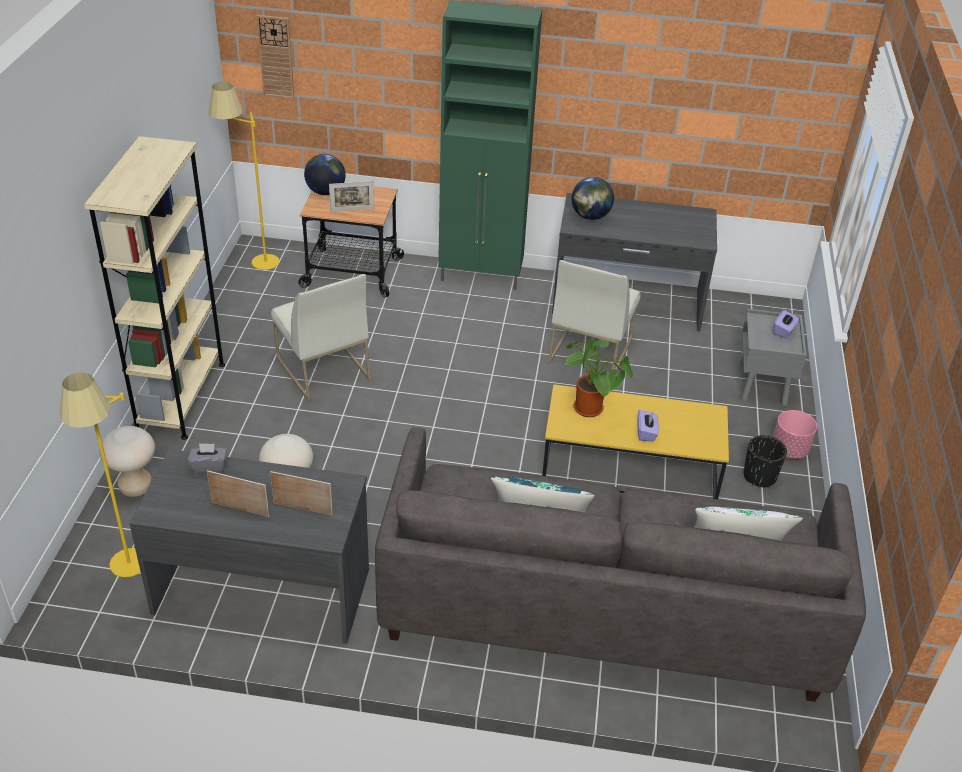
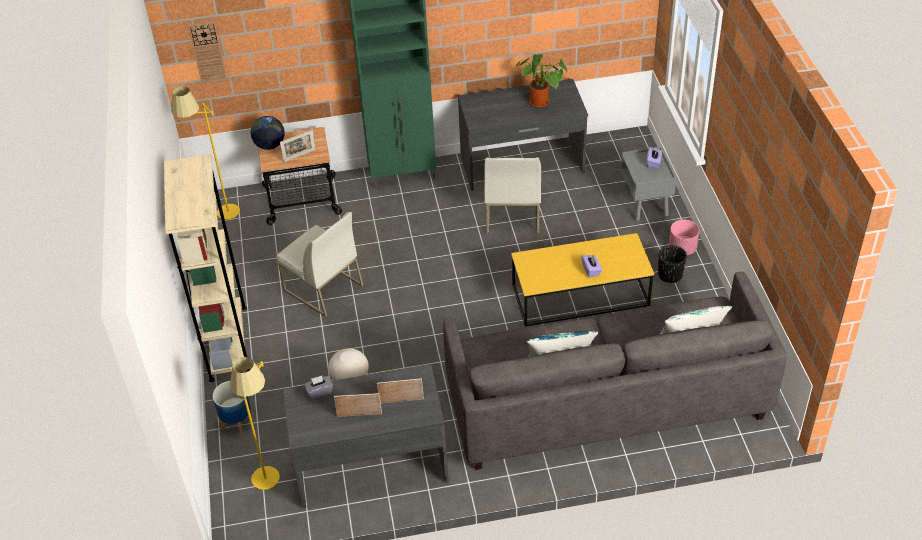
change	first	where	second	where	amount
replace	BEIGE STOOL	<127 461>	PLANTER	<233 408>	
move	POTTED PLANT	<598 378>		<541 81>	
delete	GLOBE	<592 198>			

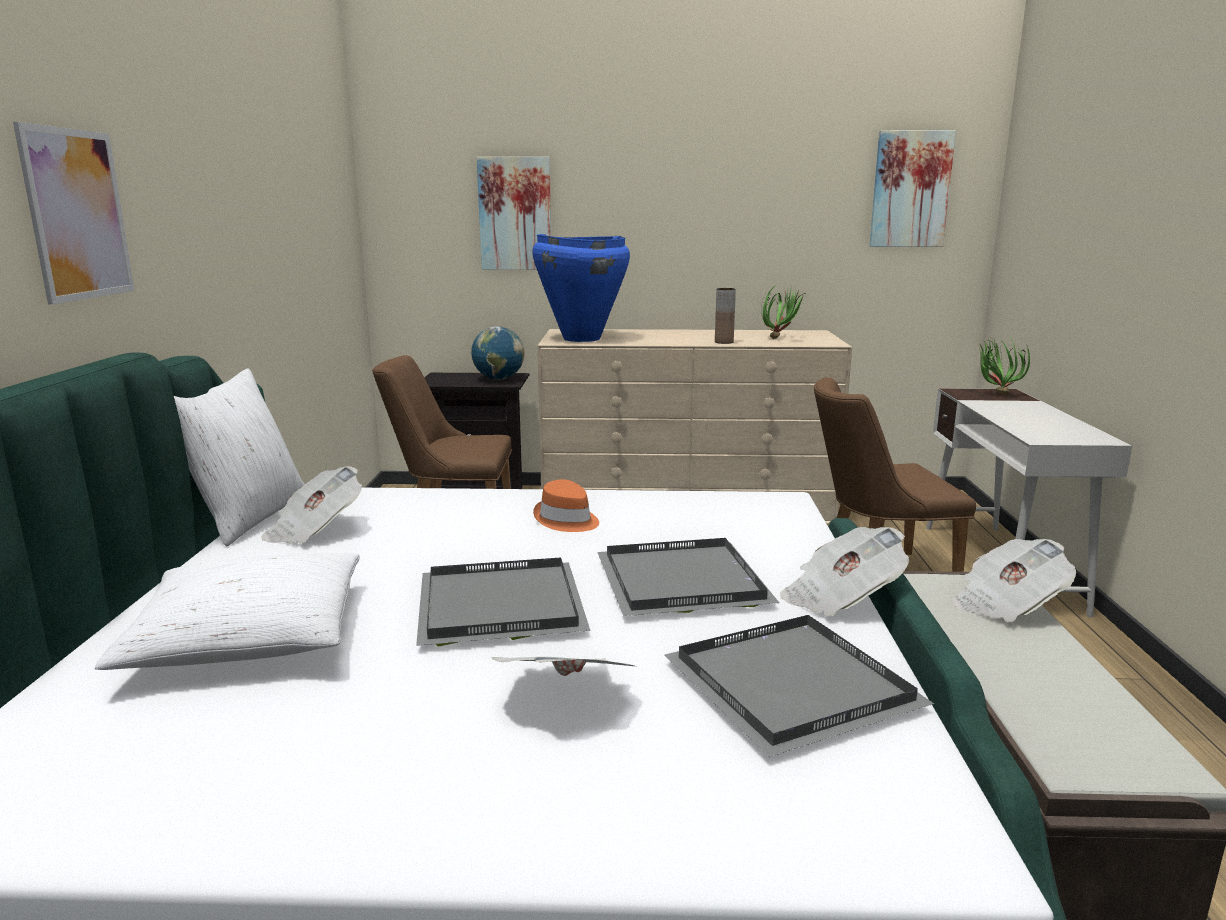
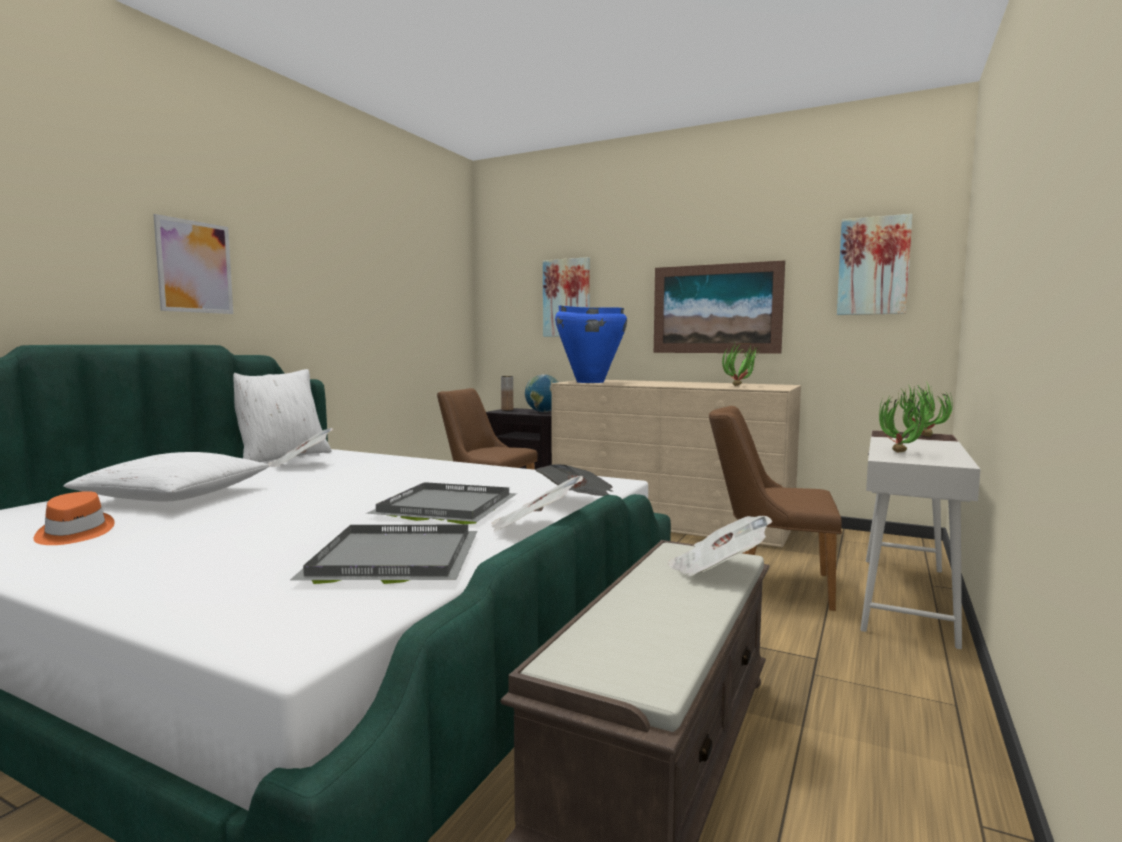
change	first	where	second	where	amount
delete	GREY TRAY	<503 602>			
move	NEWSPAPER	<562 666>		<574 480>	
move	ORANGE HAT	<566 505>		<74 518>	
move	BROWN VASE	<725 316>		<507 393>	
insert			PICTURE	<719 307>	
insert			POTTED PLANT	<911 419>	

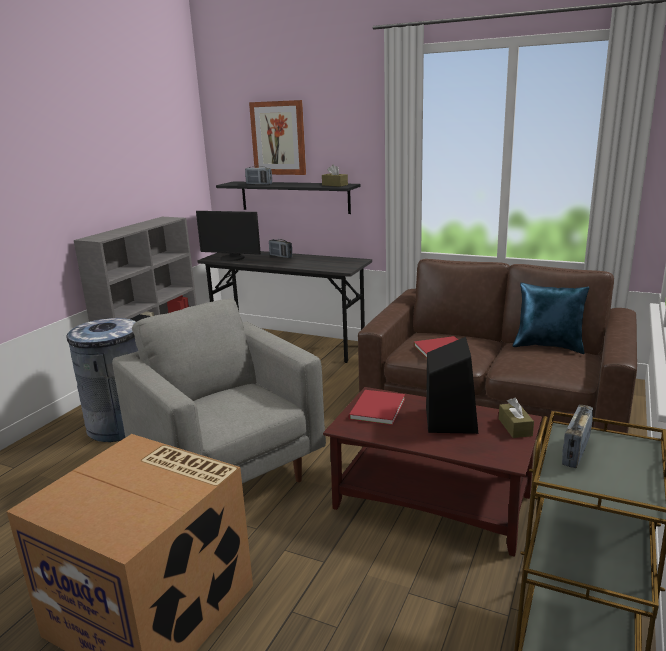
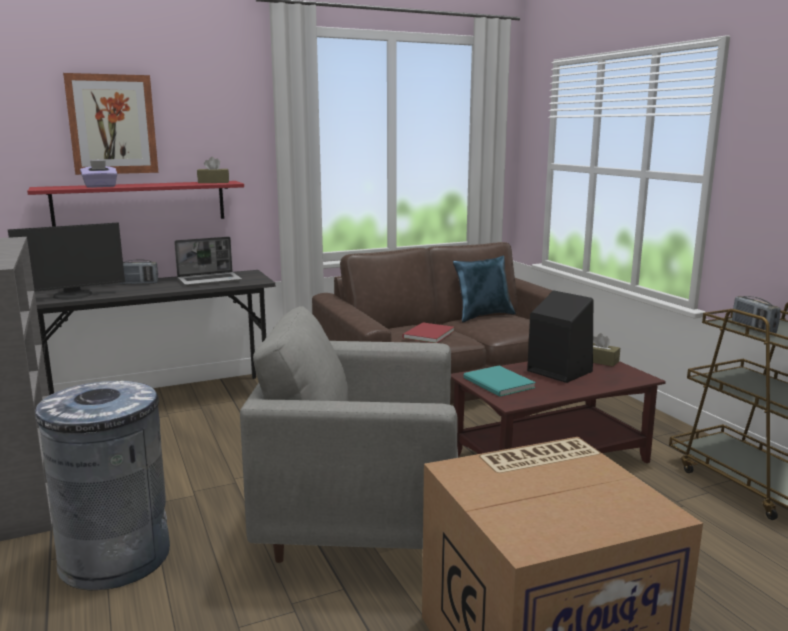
change	first	where	second	where	amount
recolor	BLACK SHELF	<288 197>	RED SHELF	<135 204>	
replace	RADIO	<258 175>	PURPLE TISSUE BOX	<99 174>	
recolor	RED BOOK	<376 407>	TURQUOISE BOOK	<499 381>	
insert			LAPTOP	<208 261>	

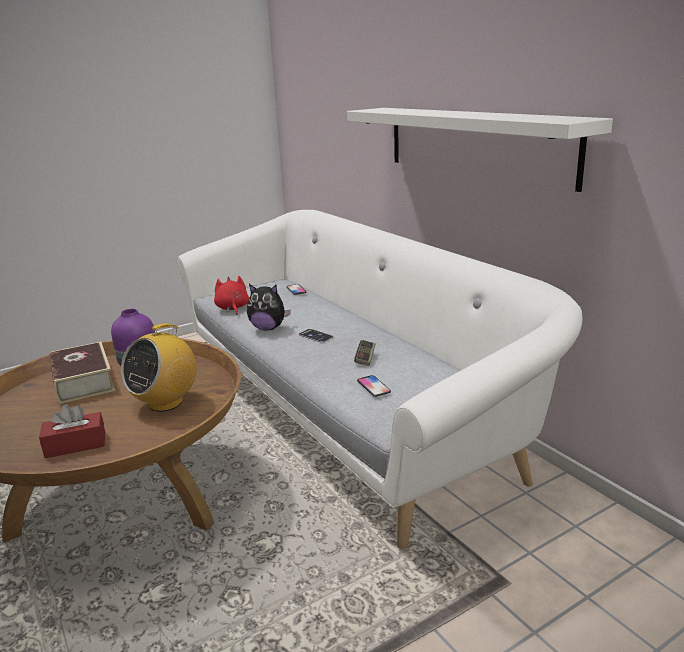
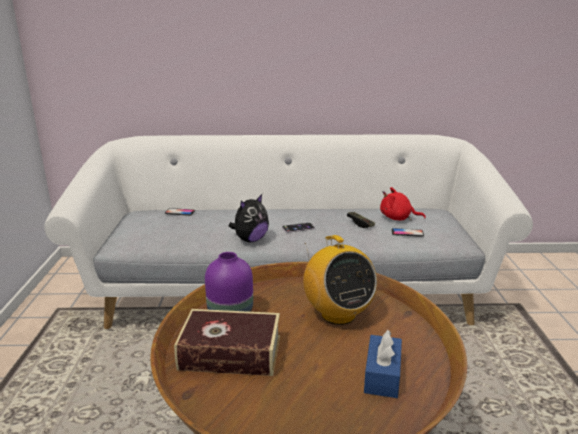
change	first	where	second	where	amount
recolor	RED TISSUE BOX	<72 431>	BLUE TISSUE BOX	<383 364>	
move	RED PLUSH TOY	<231 295>		<403 204>	
delete	WHITE SHELF	<480 150>			

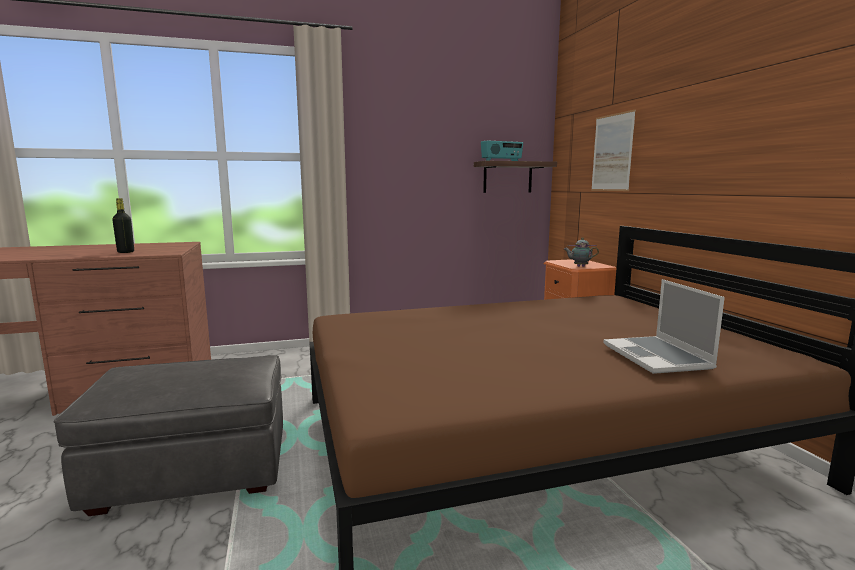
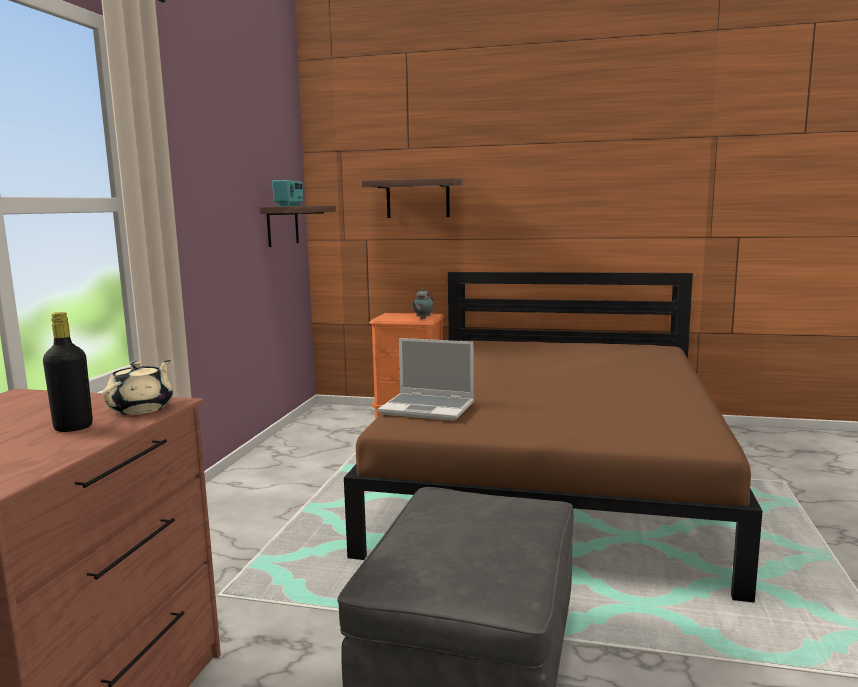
change	first	where	second	where	amount
replace	PICTURE	<613 150>	SHELF	<412 198>	
move	LAPTOP	<664 326>		<426 379>	
insert			BEIGE TEAPOT	<138 387>	

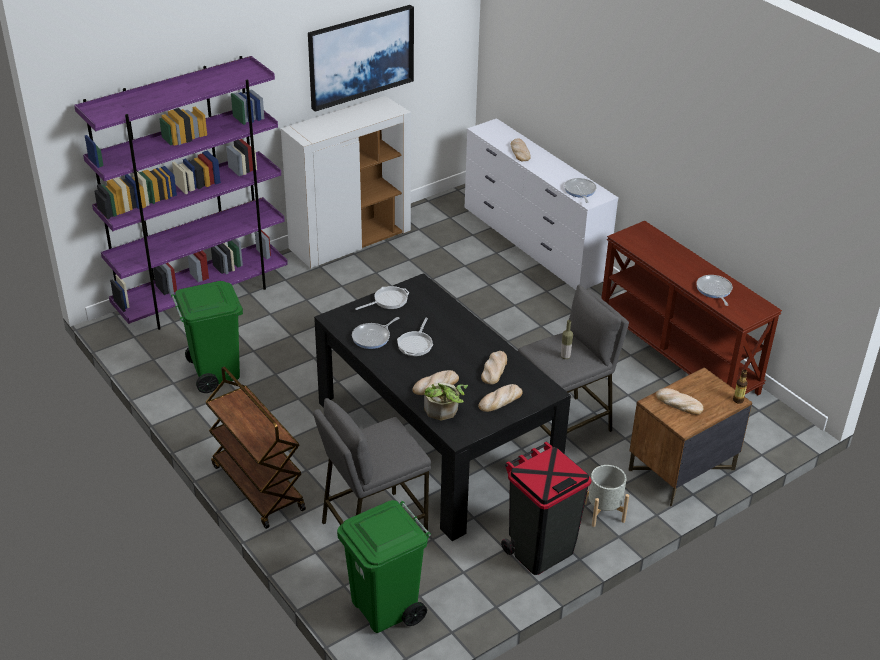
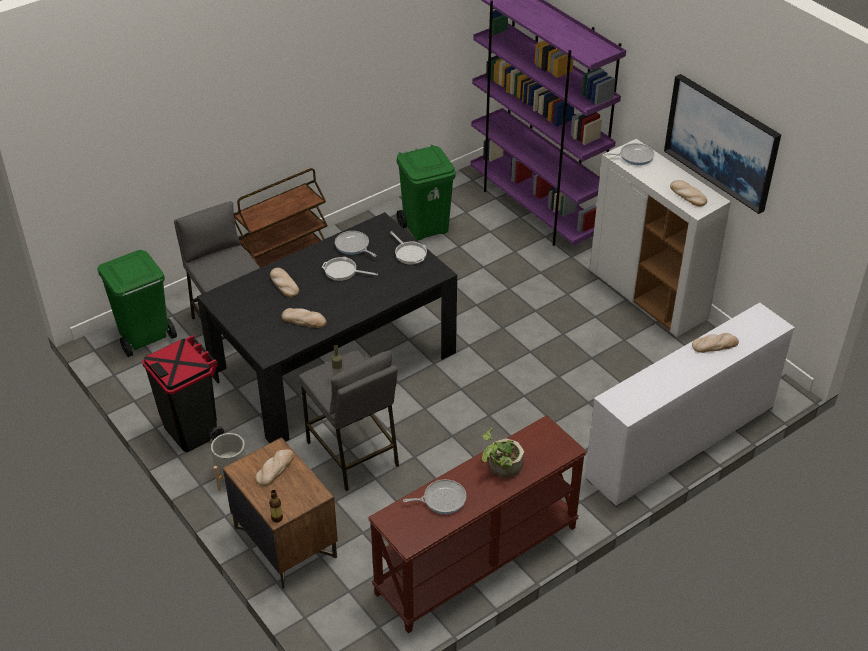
change	first	where	second	where	amount
move	POTTED PLANT	<446 401>		<503 453>	
move	BREAD	<500 398>		<688 193>	
move	FRYING PAN	<580 190>		<629 154>	

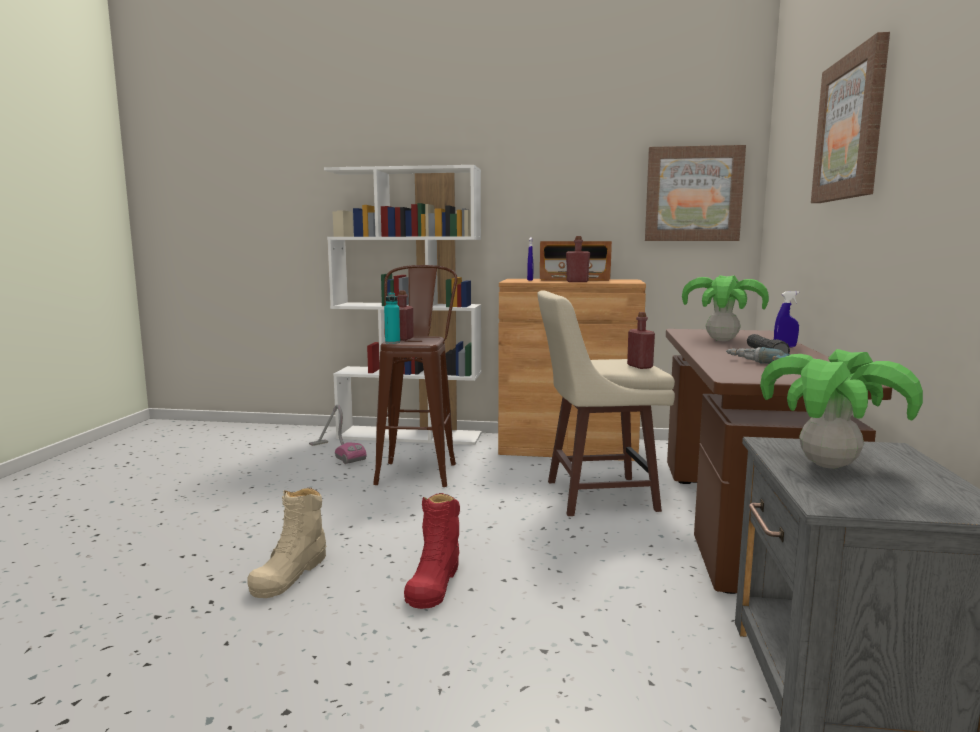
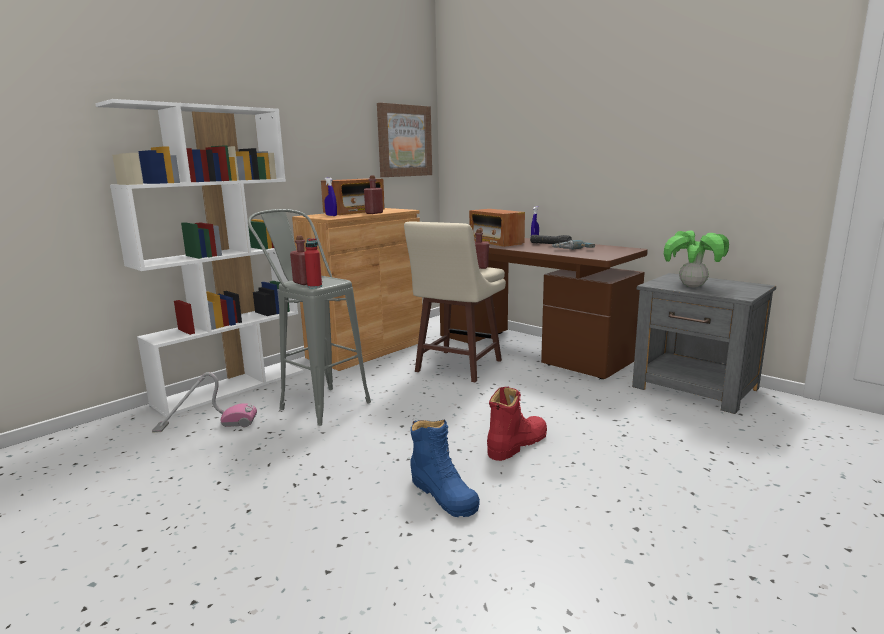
change	first	where	second	where	amount
recolor	BEIGE BOOT	<286 542>	BLUE BOOT	<445 468>	
recolor	BROWN STOOL	<415 376>	GREY STOOL	<309 317>	
recolor	TURQUOISE BOTTLE	<392 318>	RED BOTTLE	<313 263>	
rotate	RED BOOT	<432 551>		<517 424>	90 degrees counterclockwise
replace	POTTED PLANT	<725 308>	RADIO	<497 228>	
delete	PICTURE	<850 117>			

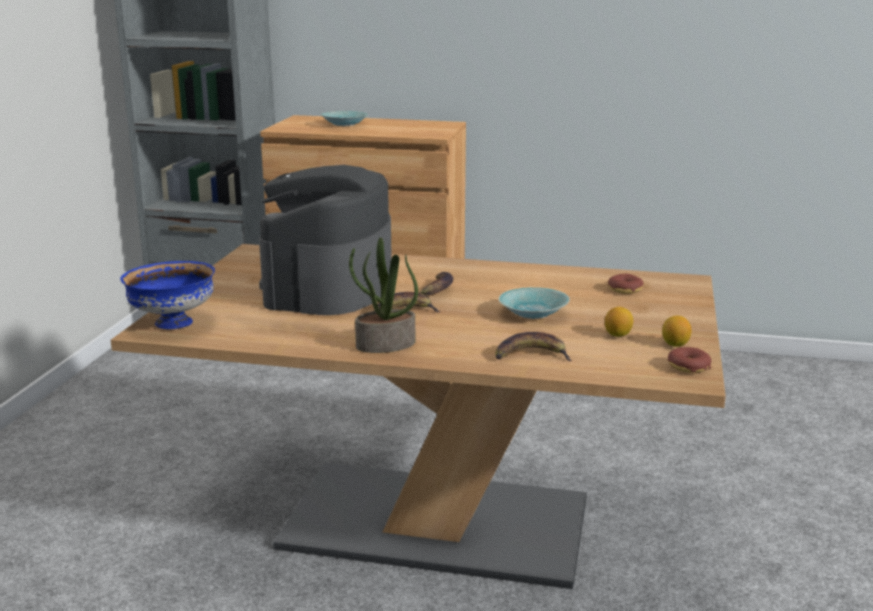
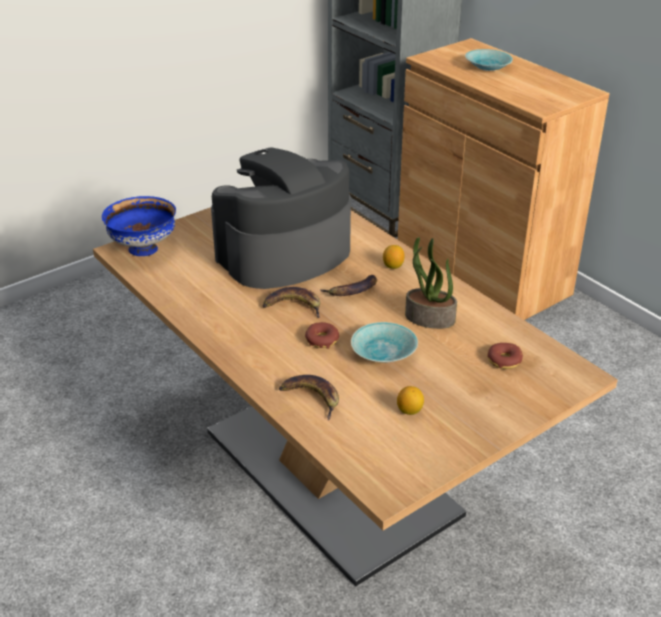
change	first	where	second	where	amount
move	POTTED PLANT	<383 295>		<431 283>	
move	LEMON	<677 331>		<394 257>	
move	DONUT	<690 360>		<322 335>	

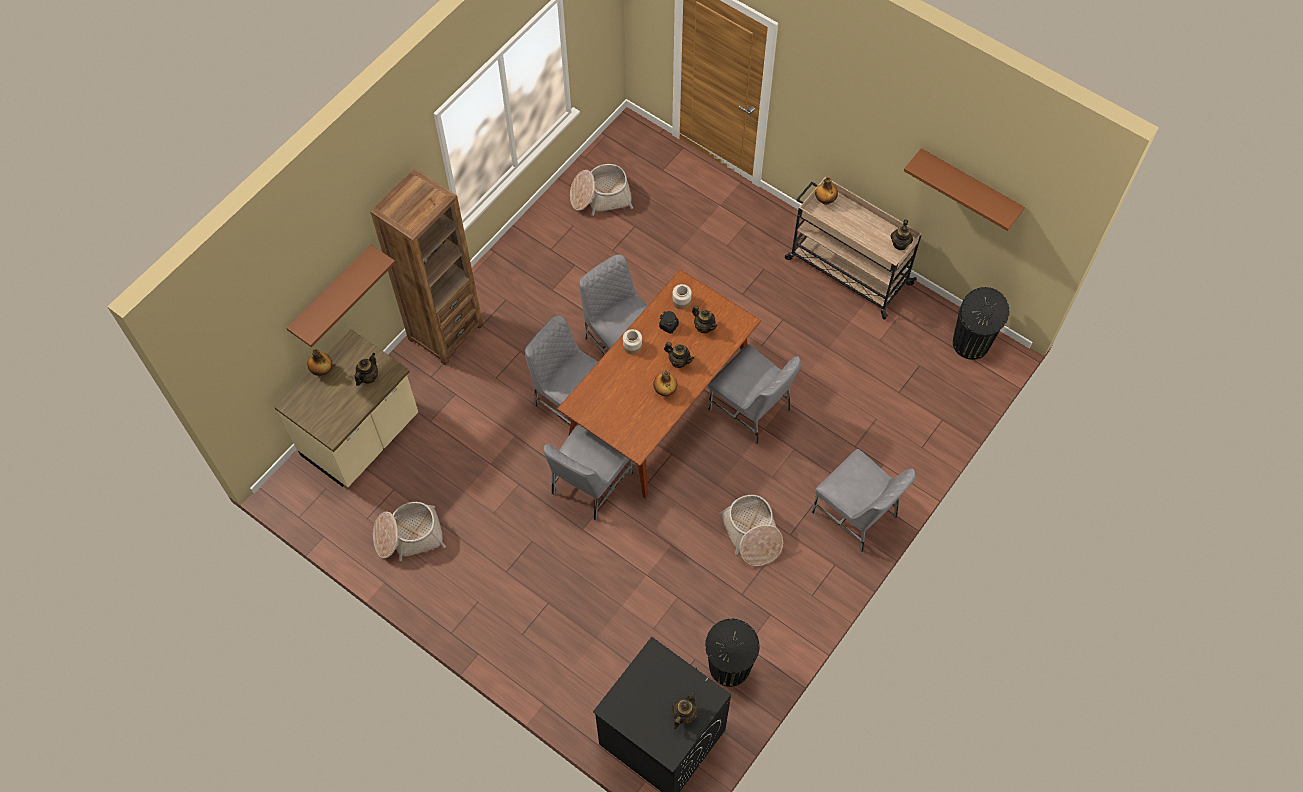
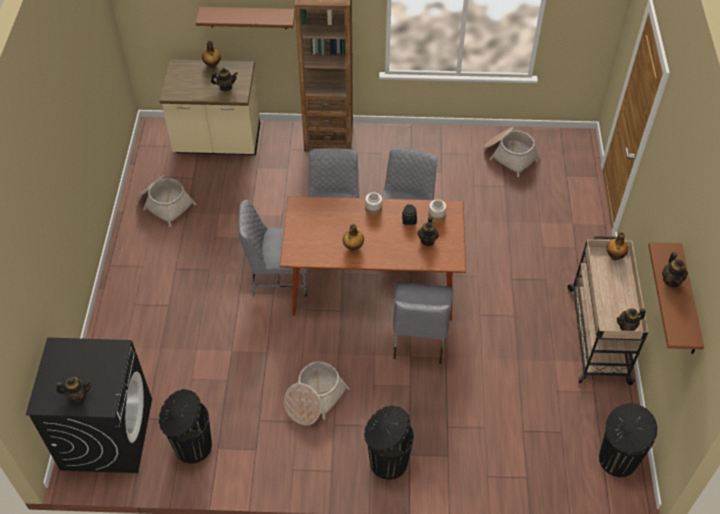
change	first	where	second	where	amount
move	TEAPOT	<679 355>		<675 269>	
replace	GREY CHAIR	<864 500>	BLACK TRASH CAN	<389 443>	

